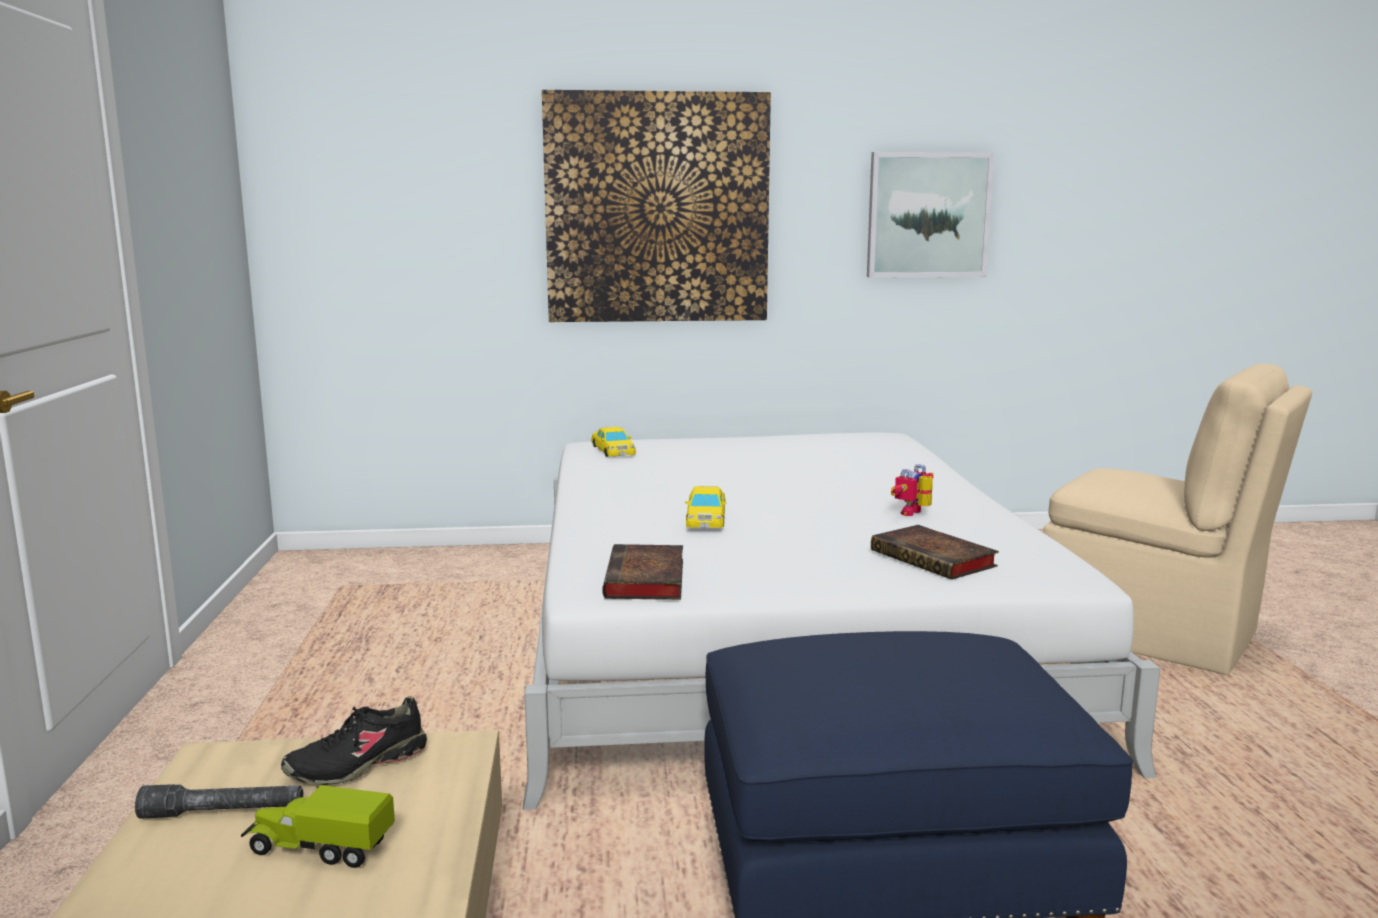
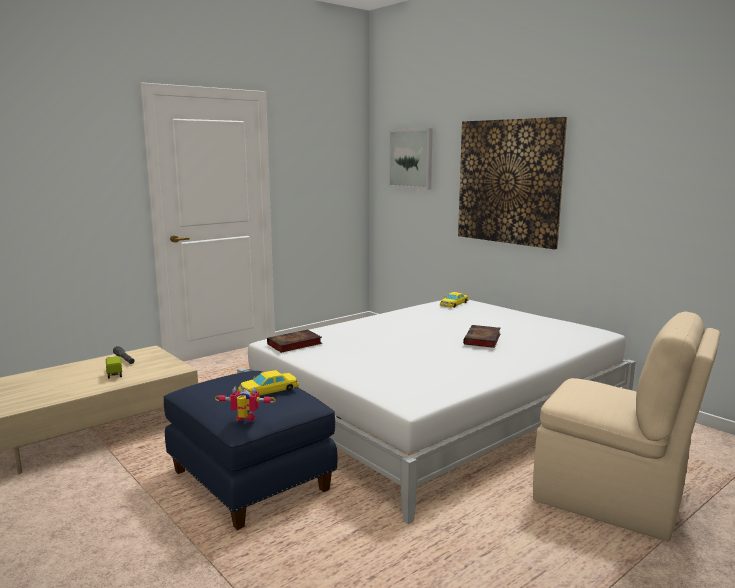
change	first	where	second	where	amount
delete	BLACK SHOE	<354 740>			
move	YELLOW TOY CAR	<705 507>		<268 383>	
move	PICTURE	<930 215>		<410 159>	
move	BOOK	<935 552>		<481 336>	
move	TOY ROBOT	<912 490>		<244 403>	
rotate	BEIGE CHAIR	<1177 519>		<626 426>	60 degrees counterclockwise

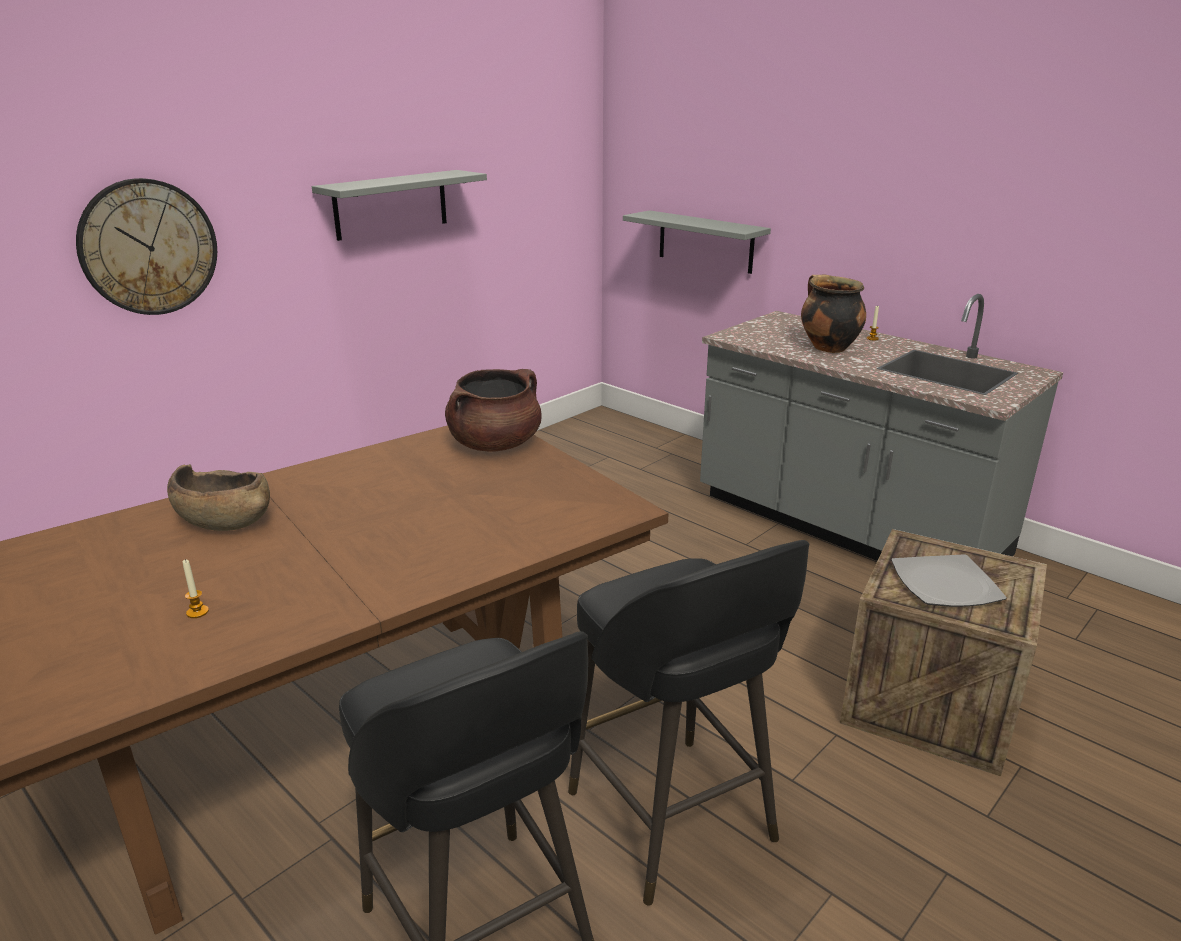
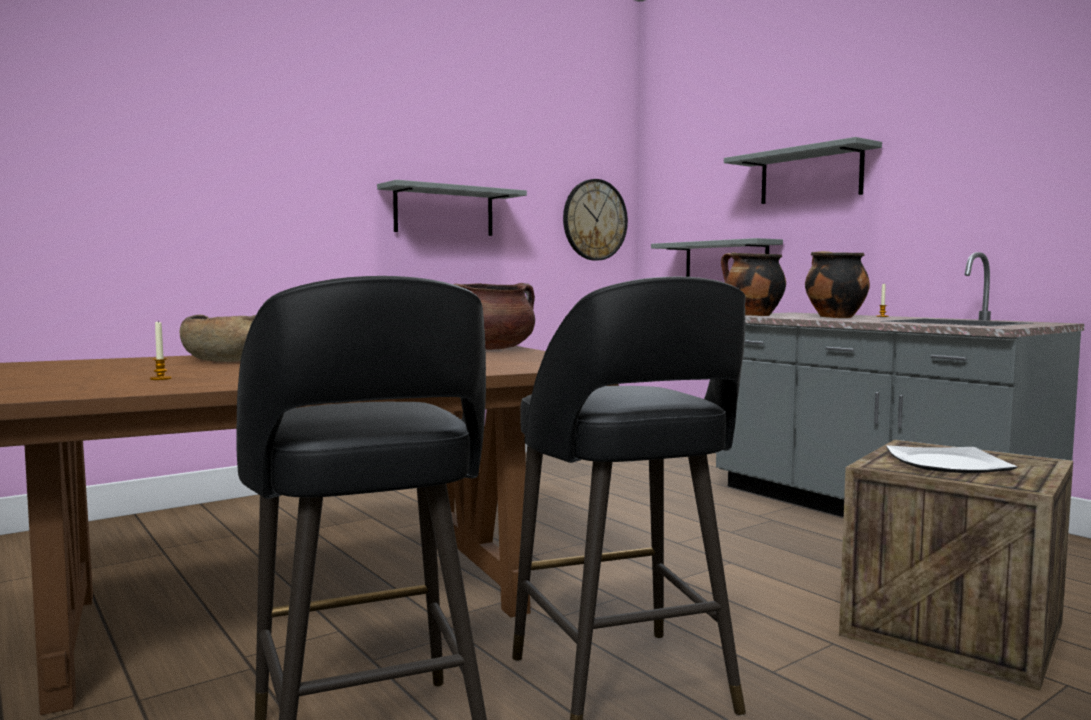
change	first	where	second	where	amount
move	WALL CLOCK	<146 246>		<595 220>	
insert			COOKING POT	<753 284>	
insert			GREY SHELF	<803 170>	

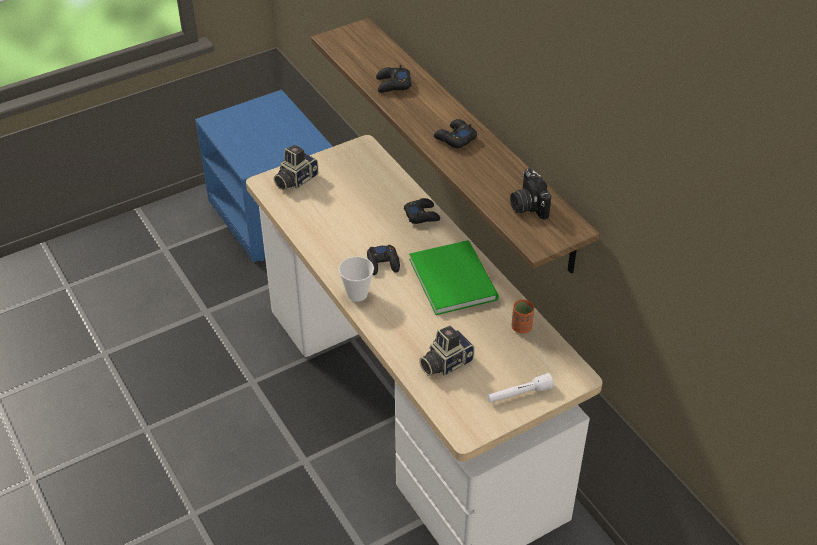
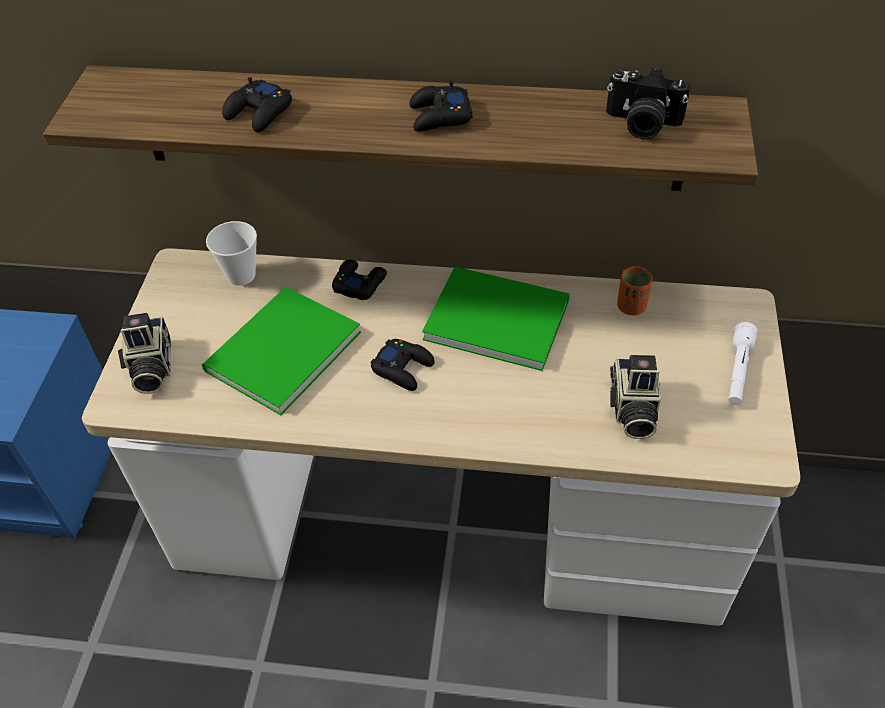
change	first	where	second	where	amount
move	CUP	<356 279>		<231 253>	
insert			GREEN BOOK	<281 351>	

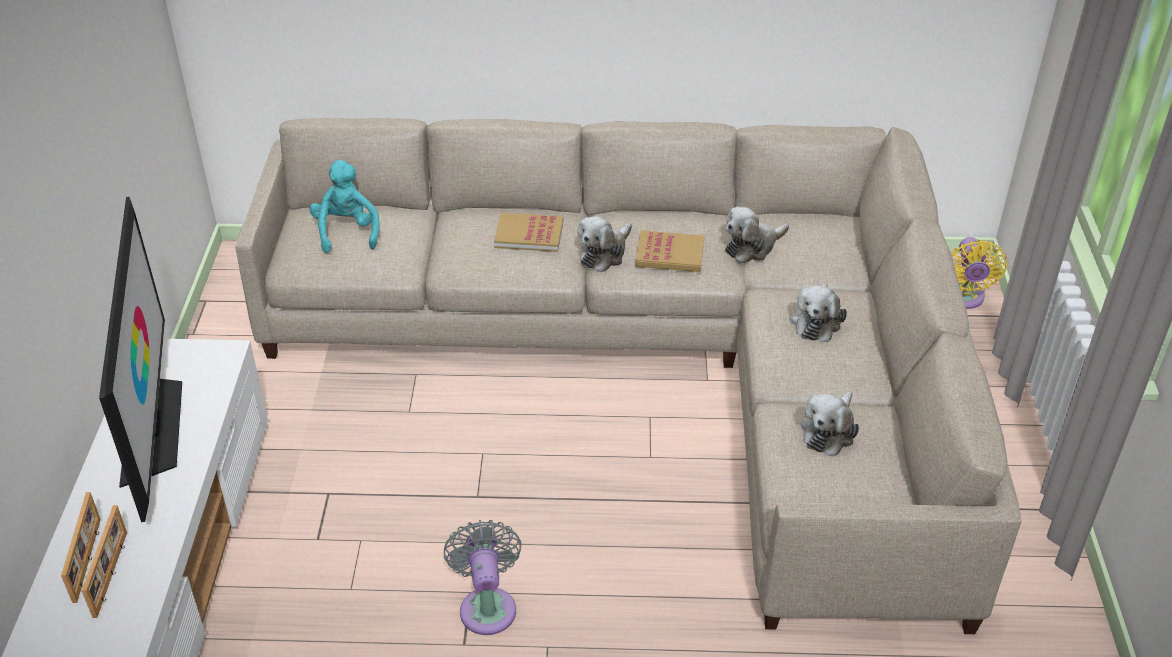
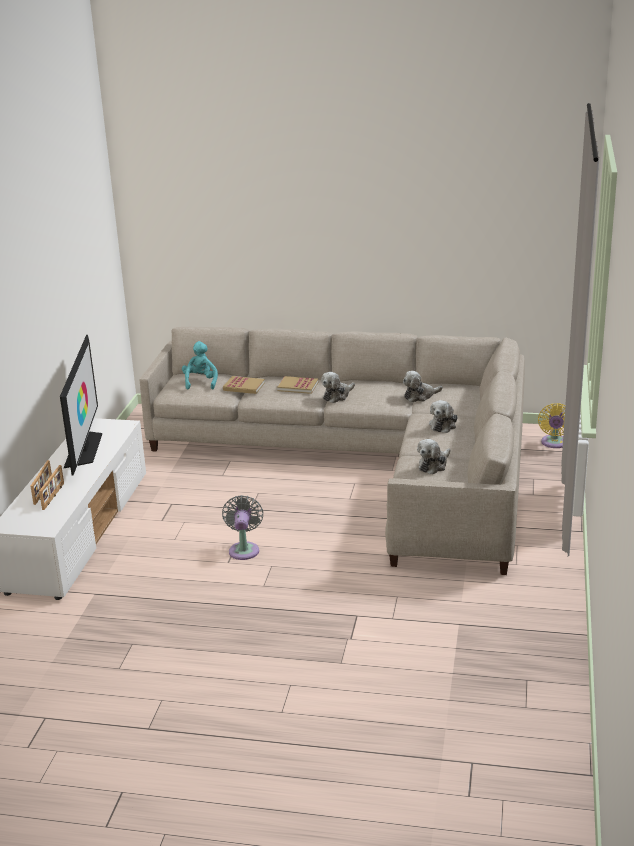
change	first	where	second	where	amount
move	BOOK	<669 251>		<244 385>	

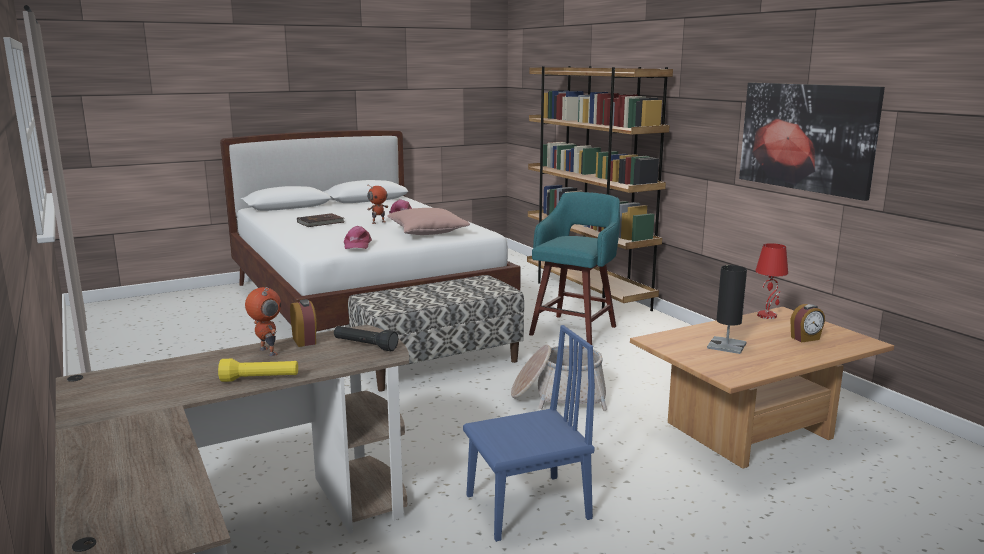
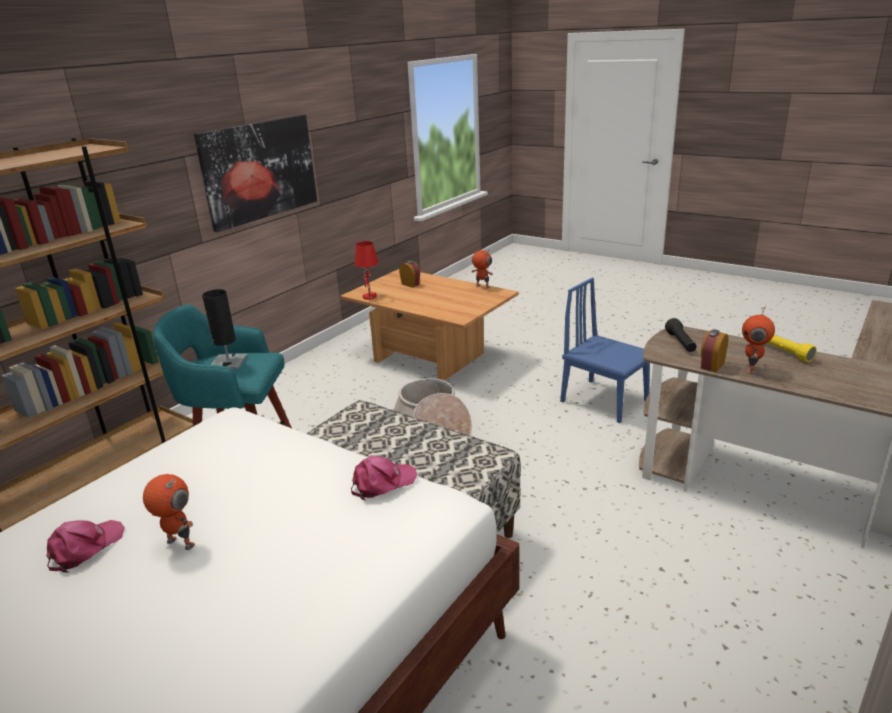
change	first	where	second	where	amount
delete	BROWN BOOK	<321 220>			
delete	PINK PILLOW	<428 221>			
move	BLACK TABLE LAMP	<727 309>		<224 329>	
insert			TOY ROBOT	<482 269>	

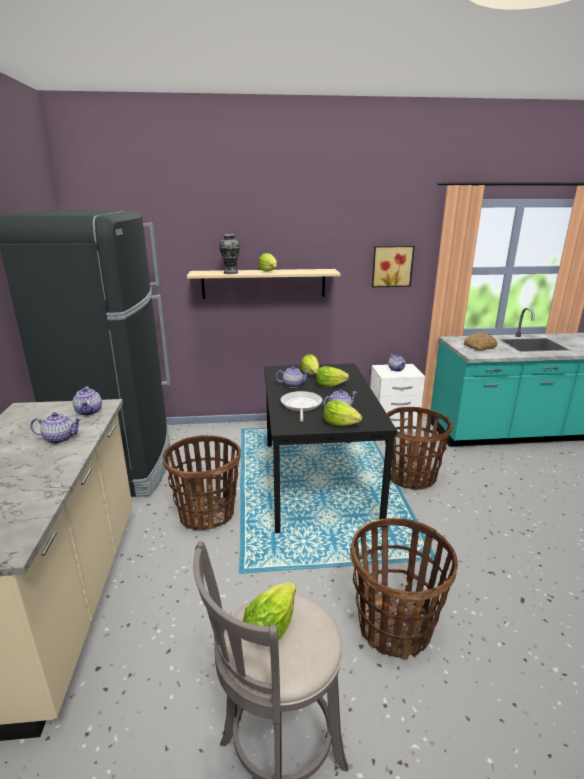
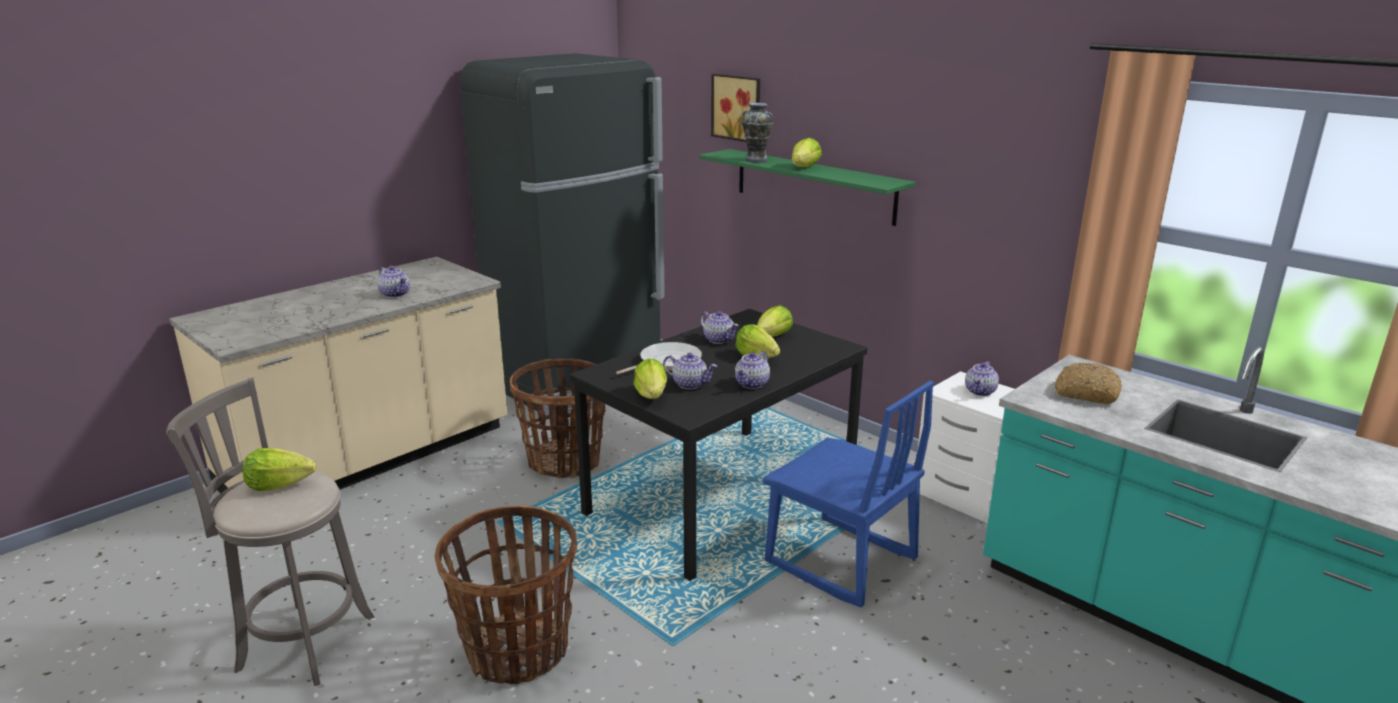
change	first	where	second	where	amount
move	TEAPOT	<87 400>		<752 370>	
recolor	BEIGE SHELF	<264 284>	GREEN SHELF	<807 187>	
move	PICTURE	<393 266>		<735 108>	
replace	BASKET	<419 448>	BLUE CHAIR	<848 493>	

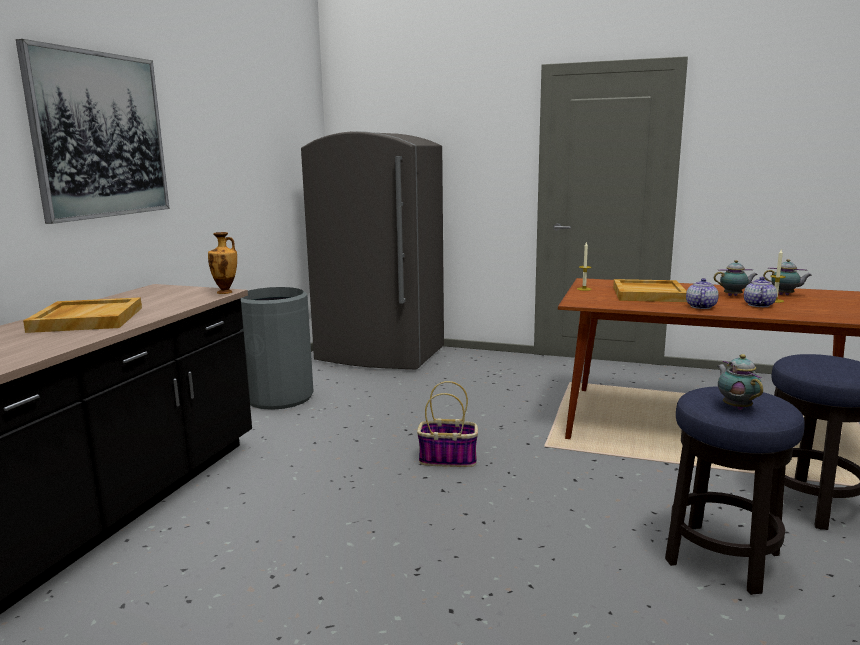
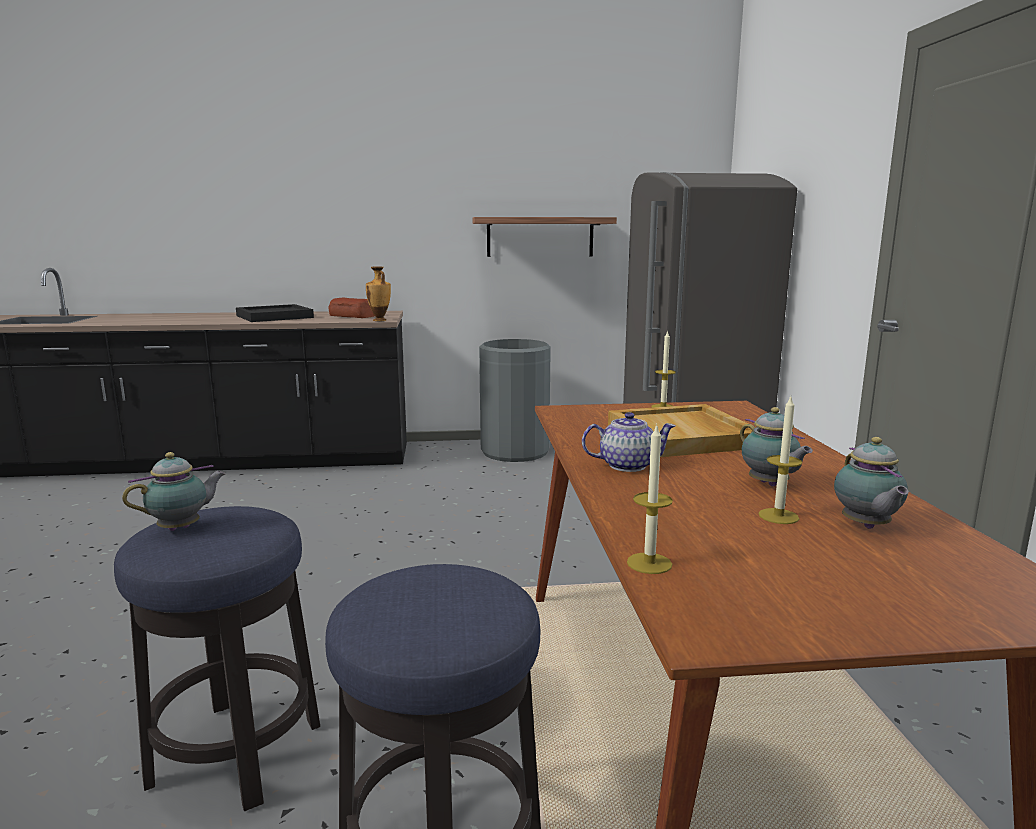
change	first	where	second	where	amount
delete	PICTURE	<93 131>			
recolor	BEIGE TRAY	<82 315>	BLACK TRAY	<275 313>	
delete	BASKET	<447 424>			
delete	TEAPOT	<760 292>			
insert			BREAD	<351 308>	
insert			SHELF	<544 237>	
insert			CANDLE	<650 498>	

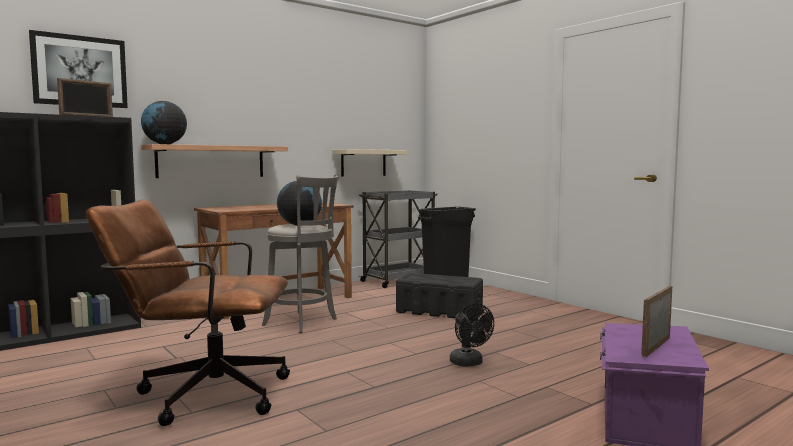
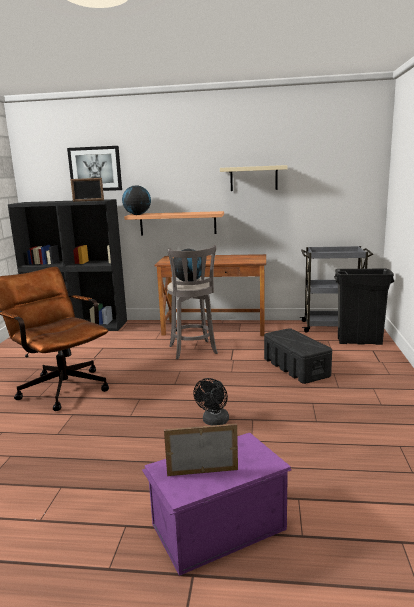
change	first	where	second	where	amount
move	BEIGE SHELF	<370 163>		<253 178>	

